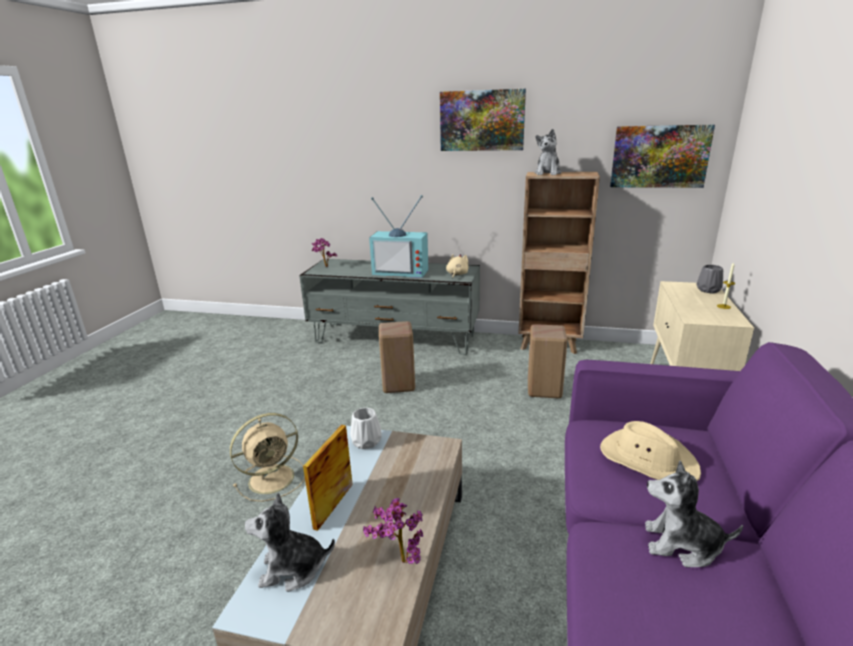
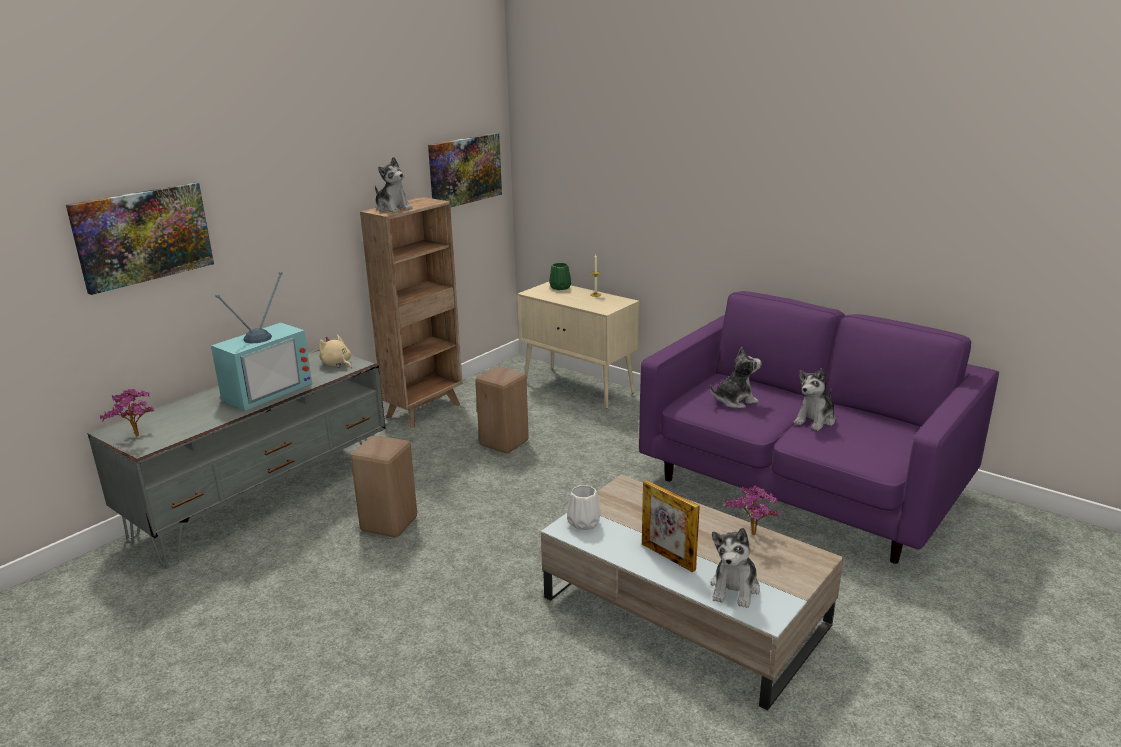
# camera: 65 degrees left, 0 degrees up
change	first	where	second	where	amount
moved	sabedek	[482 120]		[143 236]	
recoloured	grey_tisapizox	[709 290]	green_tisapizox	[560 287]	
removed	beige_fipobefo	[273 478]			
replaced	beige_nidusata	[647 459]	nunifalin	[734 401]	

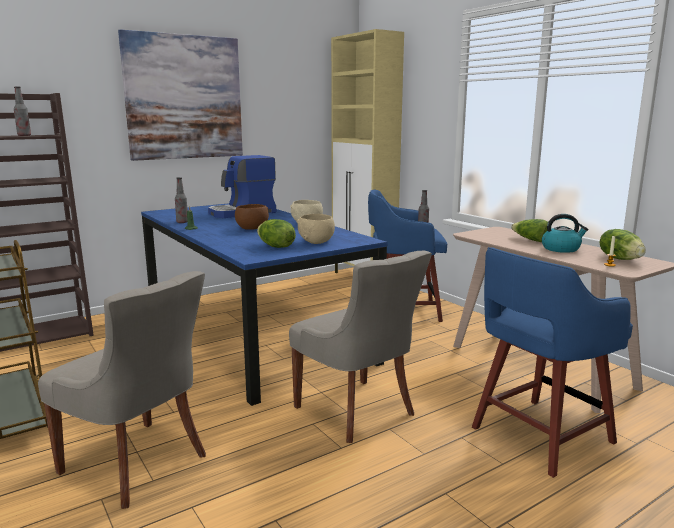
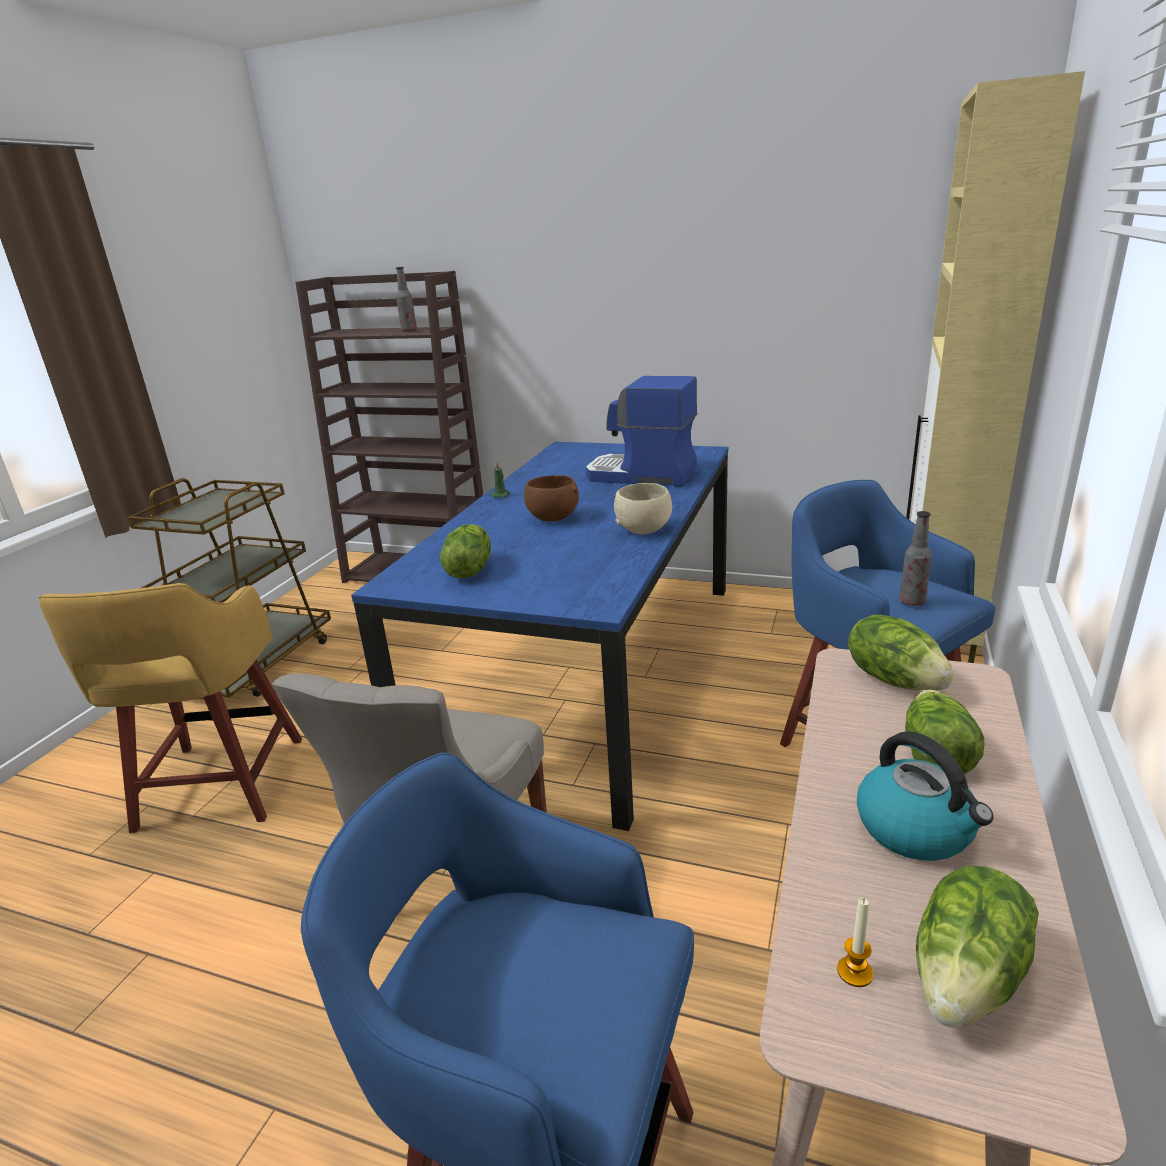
# camera: 55 degrees right, 10 degrees up
change	first	where	second	where	amount
removed	sabedek	[184 97]			
removed	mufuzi	[182 222]			
removed	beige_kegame	[317 242]			
replaced	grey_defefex	[138 464]	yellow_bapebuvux	[218 787]	
added			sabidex	[895 679]	

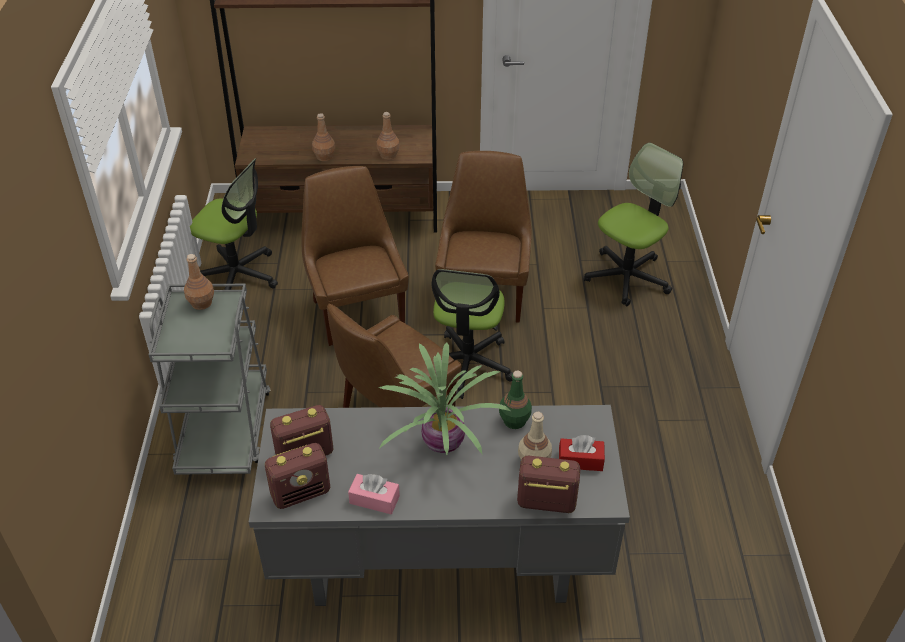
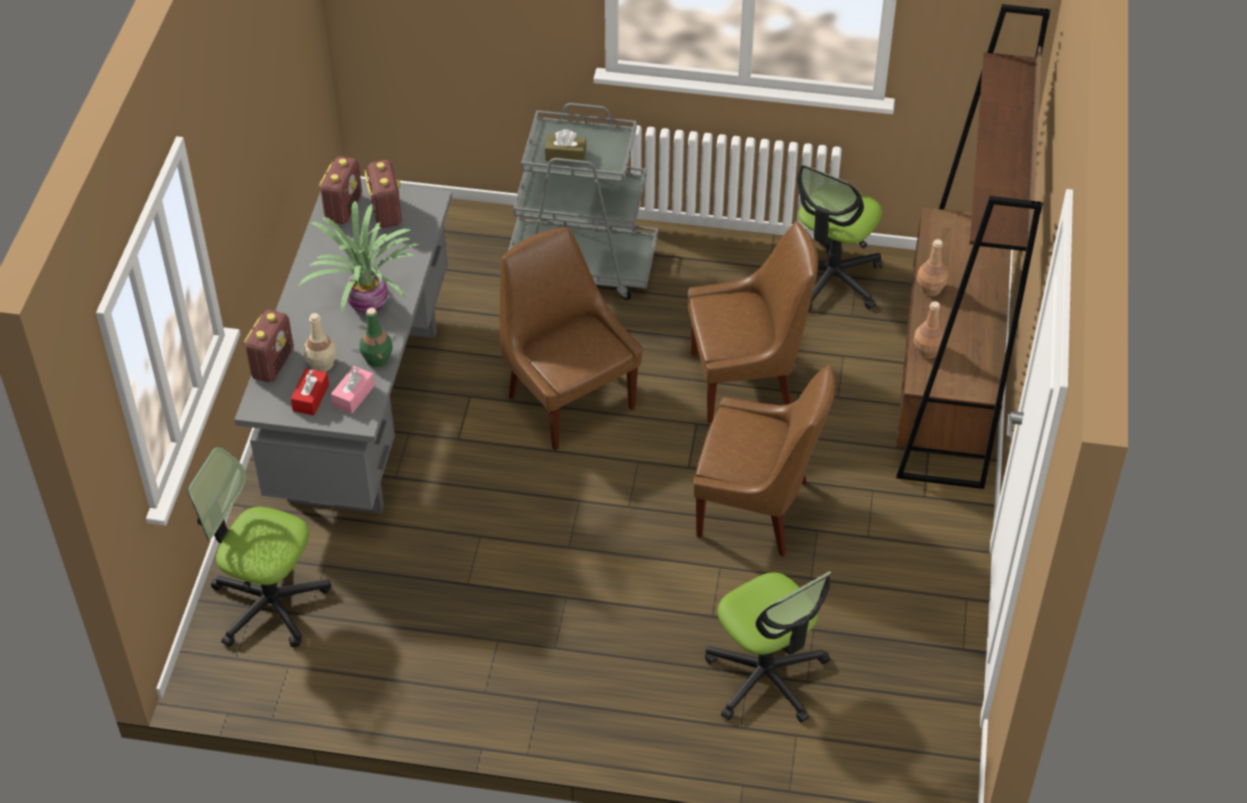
# camera: 100 degrees right, 5 degrees up
change	first	where	second	where	amount
removed	brown_mufuzi	[201 303]			
moved	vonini	[467 364]		[269 603]	
turned	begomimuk	[301 493]		[344 208]	150 degrees counterclockwise
moved	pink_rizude	[374 500]		[353 396]	
added			brown_rizude	[565 155]	

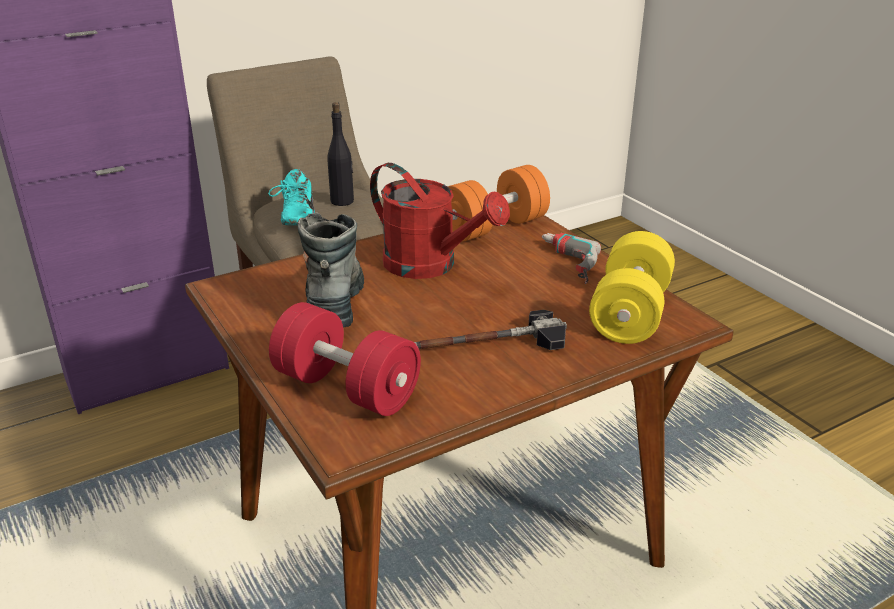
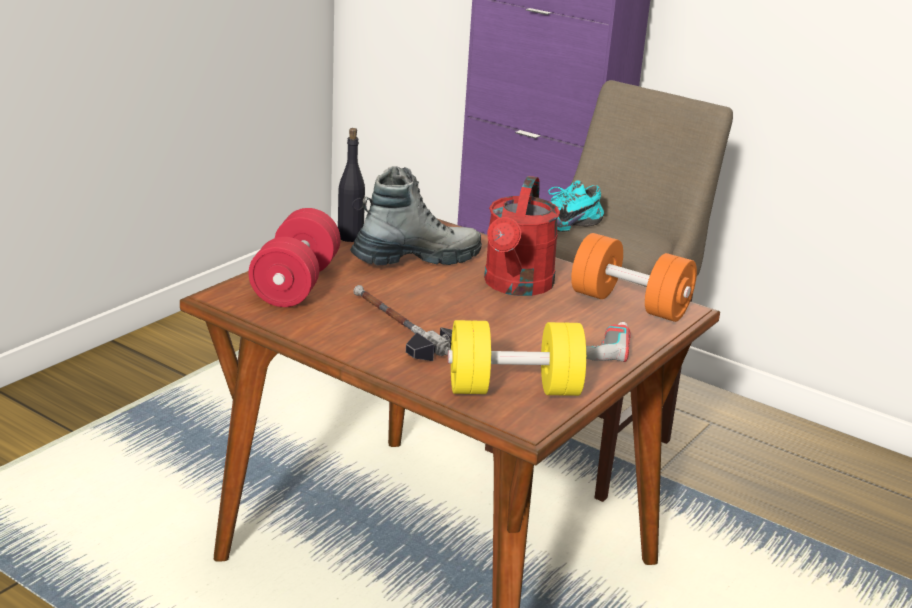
# camera: 65 degrees right, 5 degrees down
change	first	where	second	where	amount
moved	black_mufuzi	[342 201]		[350 237]	

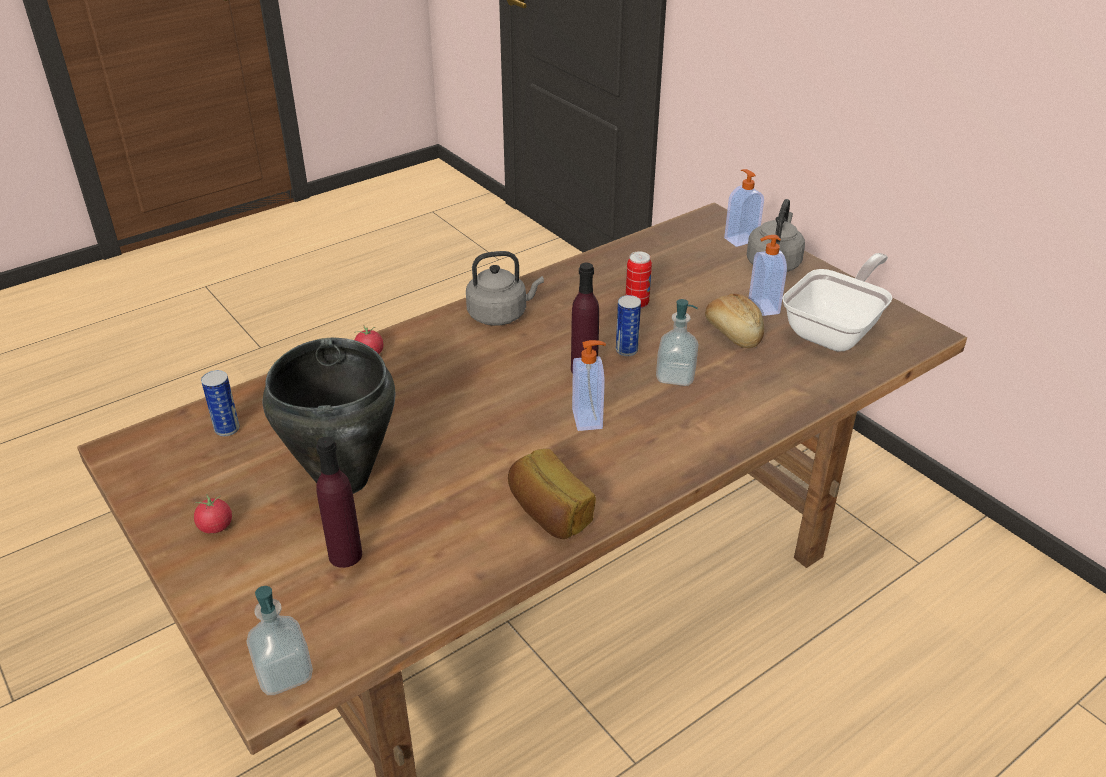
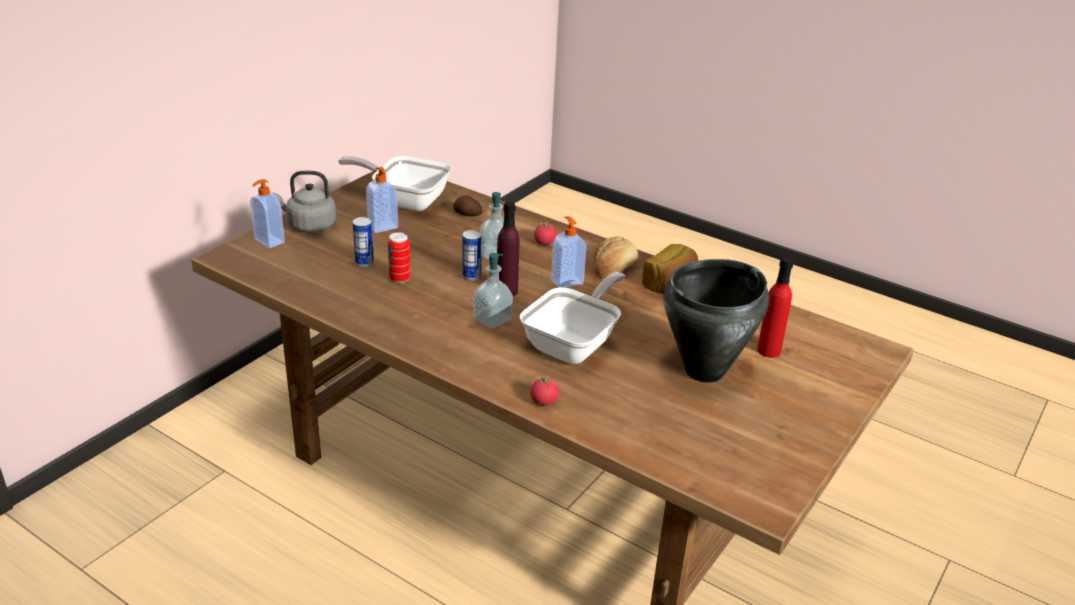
# camera: 110 degrees left, 5 degrees down
change	first	where	second	where	amount
removed	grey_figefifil	[500 315]			
moved	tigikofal	[733 332]		[613 268]	
moved	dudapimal	[227 429]		[364 263]	
recoloured	purple_mufuzi	[345 555]	red_mufuzi	[768 350]	
moved	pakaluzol	[216 526]		[544 243]	
moved	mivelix	[284 673]		[492 319]	
added			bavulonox	[467 214]	
added			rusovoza	[575 344]	

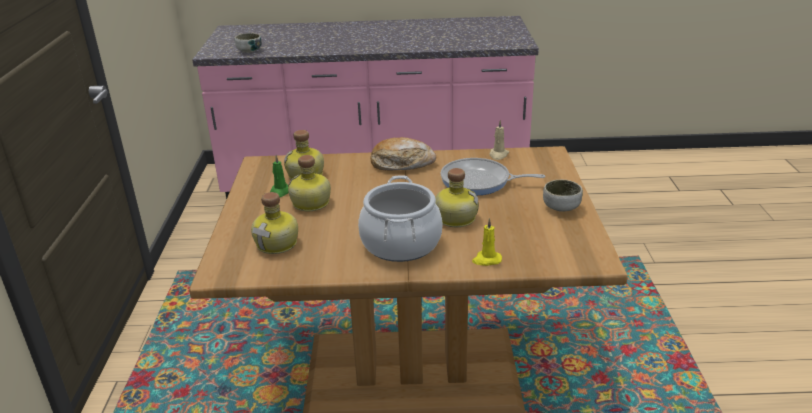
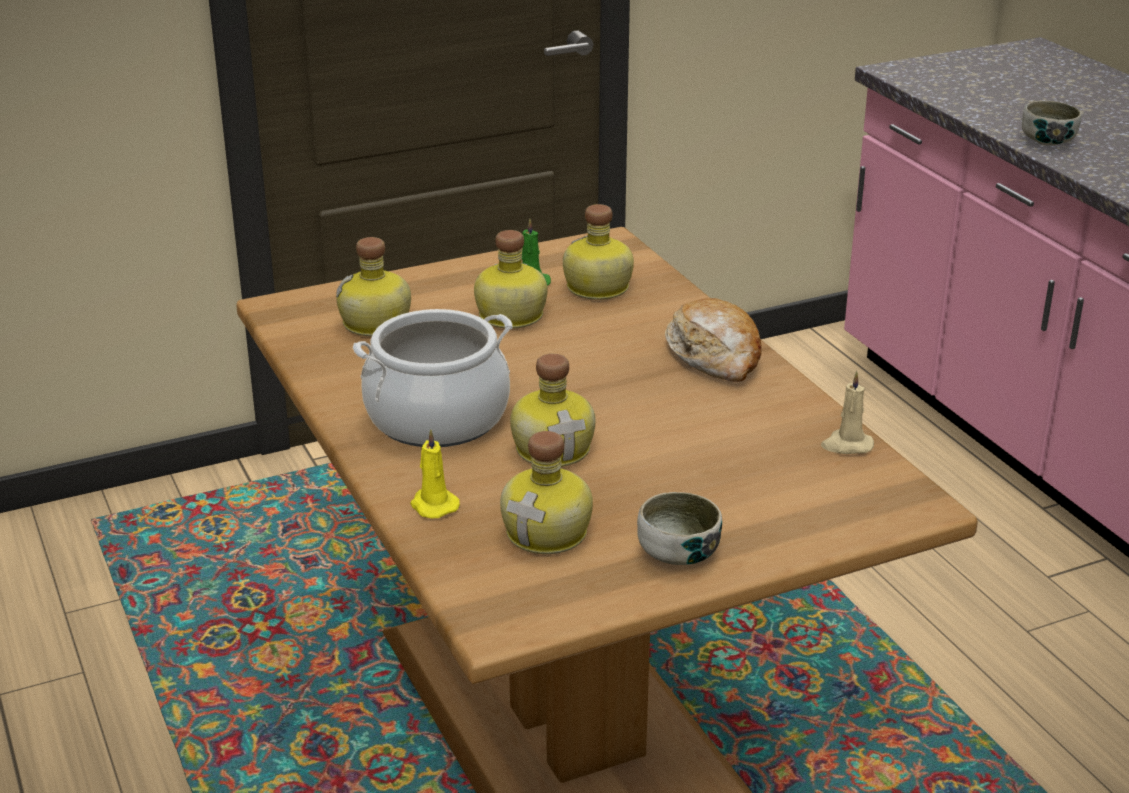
# camera: 65 degrees right, 0 degrees up
change	first	where	second	where	amount
moved	kegame	[249 51]		[1047 141]	
removed	rusovoza	[479 182]			
added			mufuzi	[549 533]	

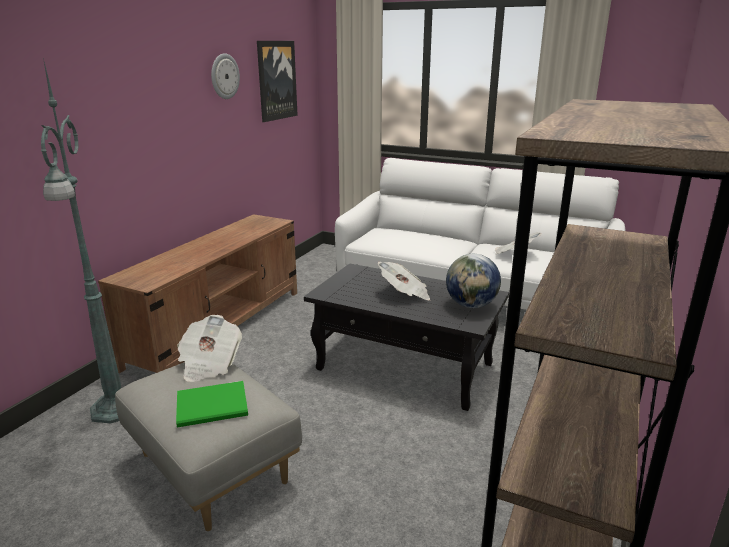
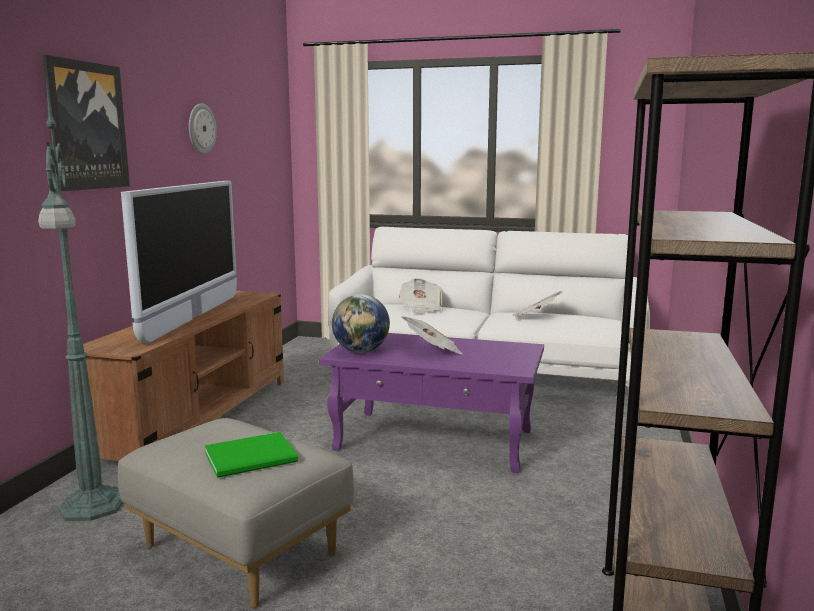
# camera: 10 degrees left, 10 degrees down
change	first	where	second	where	amount
moved	sabedek	[276 80]		[86 126]	
moved	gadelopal	[471 305]		[361 351]	
recoloured	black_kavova	[406 366]	purple_kavova	[436 440]	
moved	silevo	[209 364]		[421 309]	
added			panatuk	[193 317]	

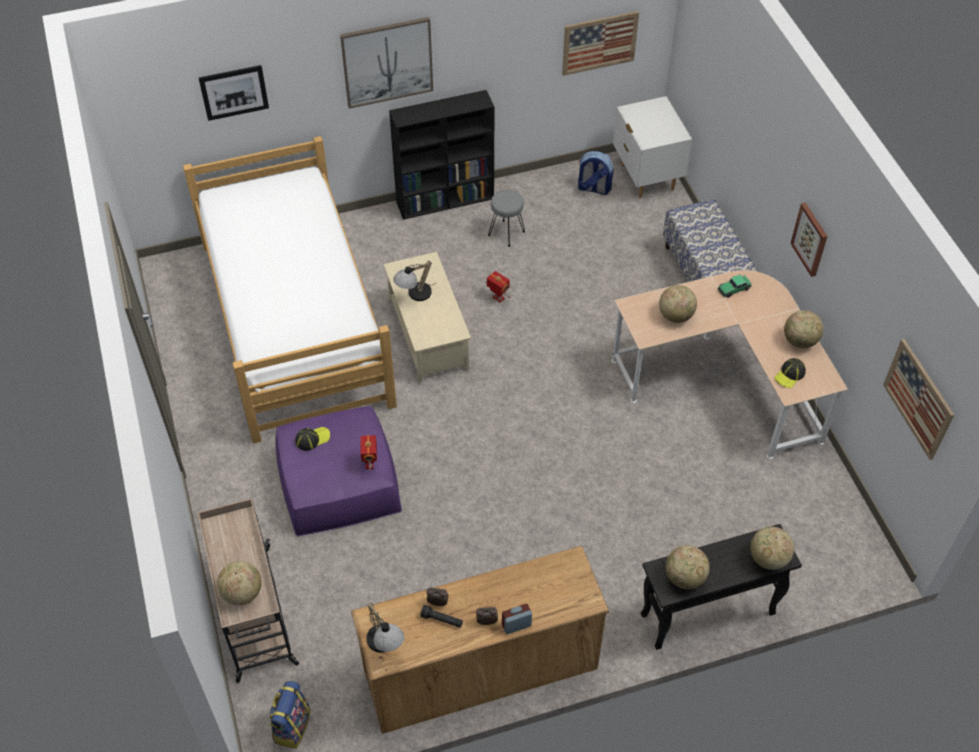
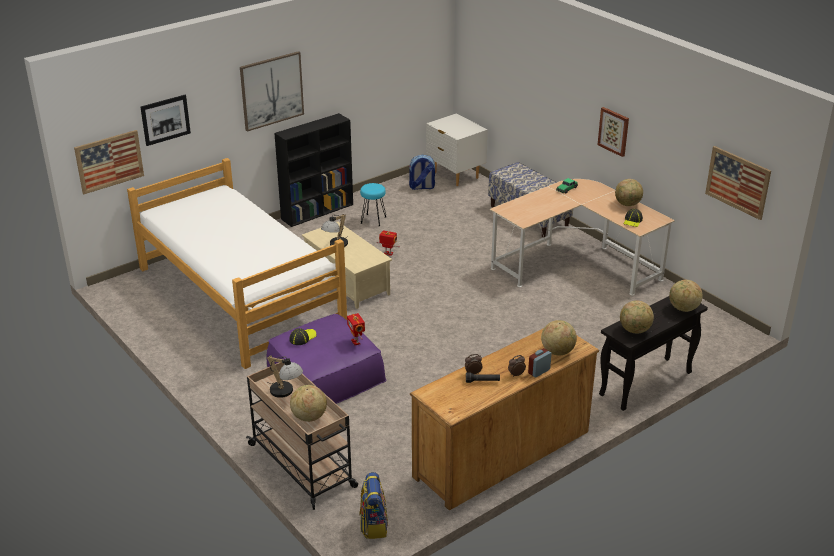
# camera: 20 degrees left, 20 degrees down
change	first	where	second	where	amount
moved	sabedek	[599 42]		[109 161]	
recoloured	grey_bapebuvux	[506 233]	turquoise_bapebuvux	[373 220]	
moved	gadelopal	[676 315]		[557 351]	
moved	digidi	[385 645]		[286 393]	

